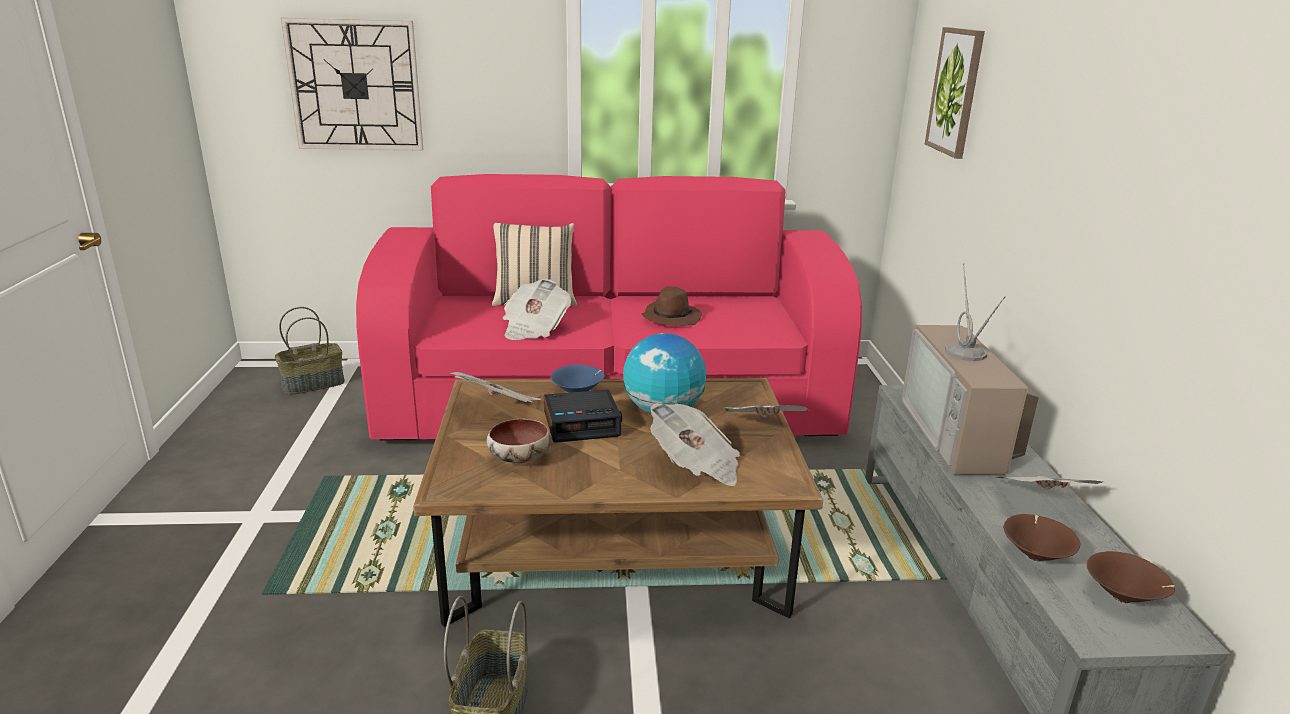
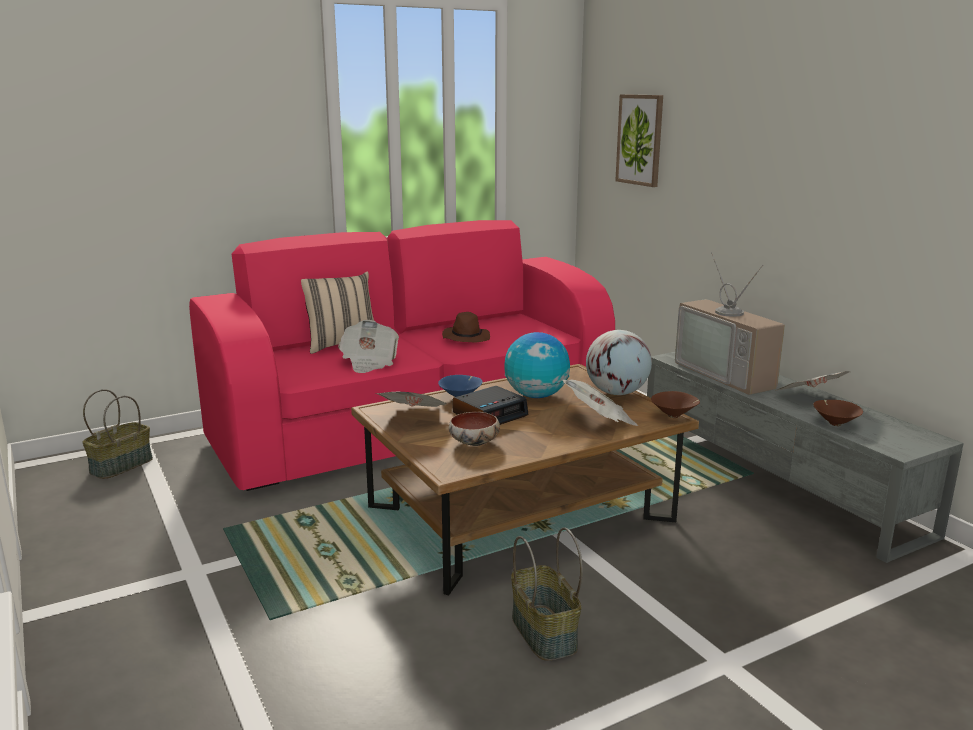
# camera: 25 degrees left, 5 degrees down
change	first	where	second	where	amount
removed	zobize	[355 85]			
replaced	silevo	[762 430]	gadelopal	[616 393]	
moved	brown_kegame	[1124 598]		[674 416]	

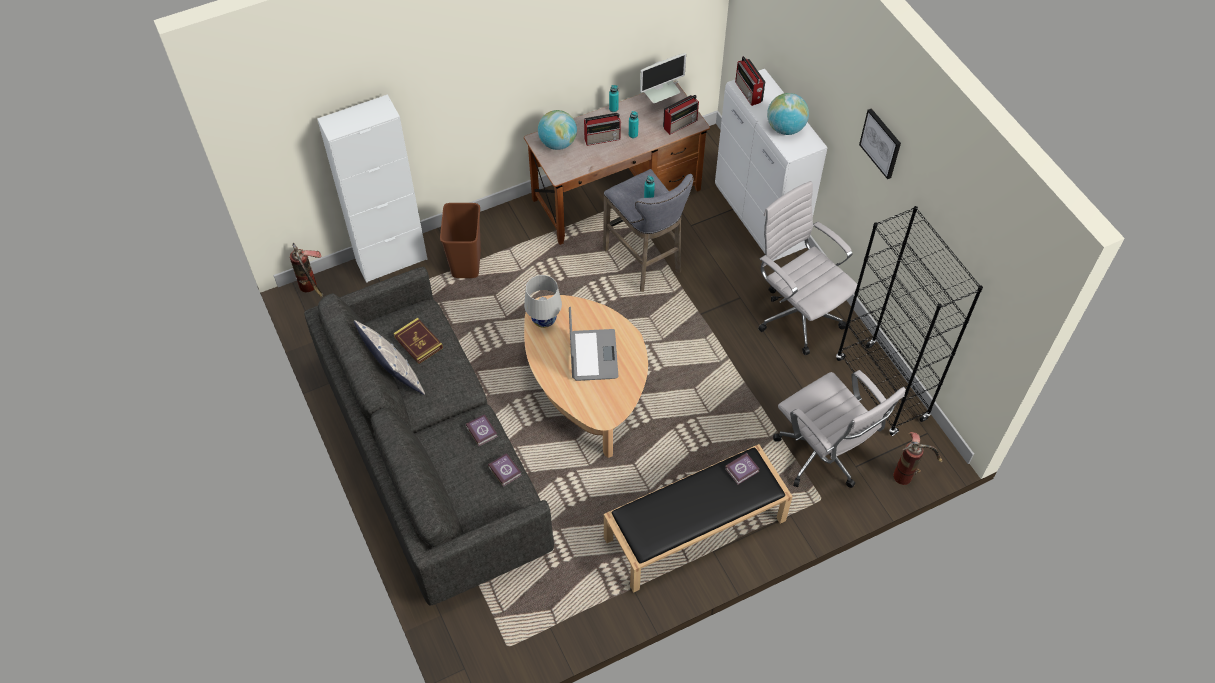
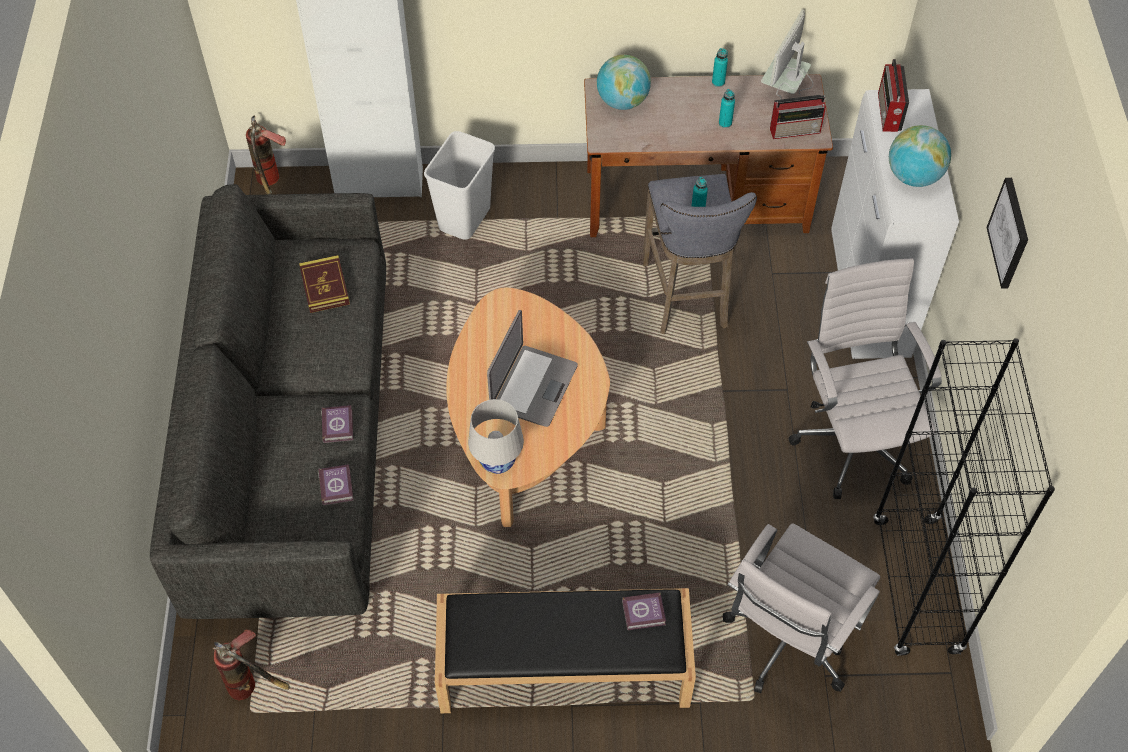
# camera: 25 degrees right, 0 degrees up
change	first	where	second	where	amount
turned	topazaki	[659 101]		[784 92]	120 degrees clockwise
removed	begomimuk	[603 138]			
recoloured	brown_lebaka	[467 264]	white_lebaka	[465 219]	
moved	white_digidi	[544 319]		[497 461]	
removed	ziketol	[395 376]			
turned	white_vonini	[823 456]		[787 643]	45 degrees clockwise
moved	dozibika	[909 473]		[253 686]	

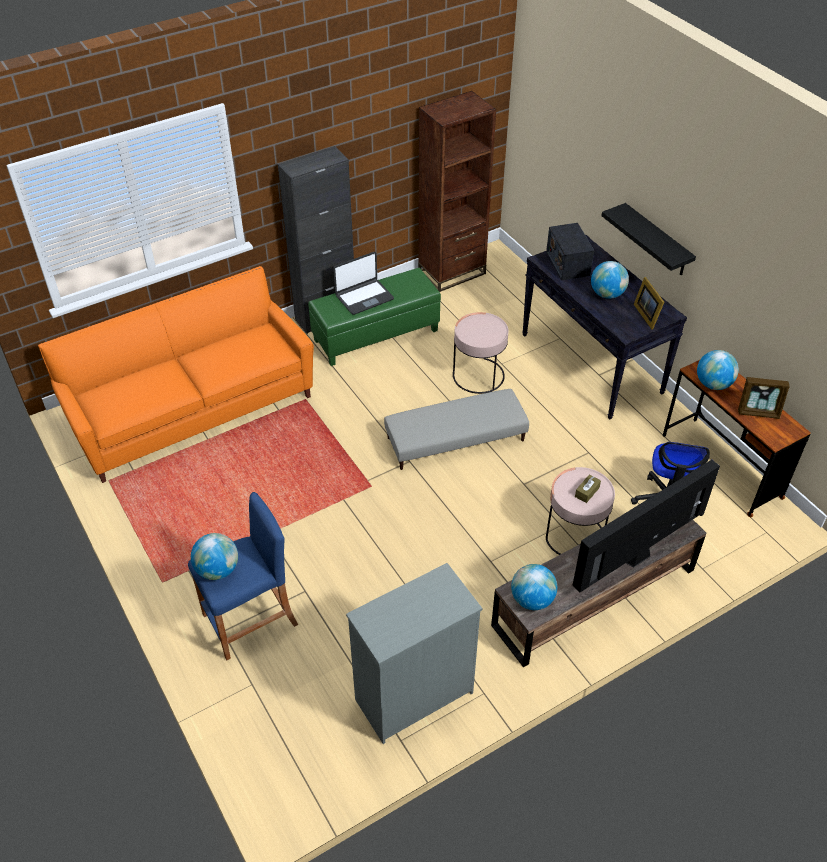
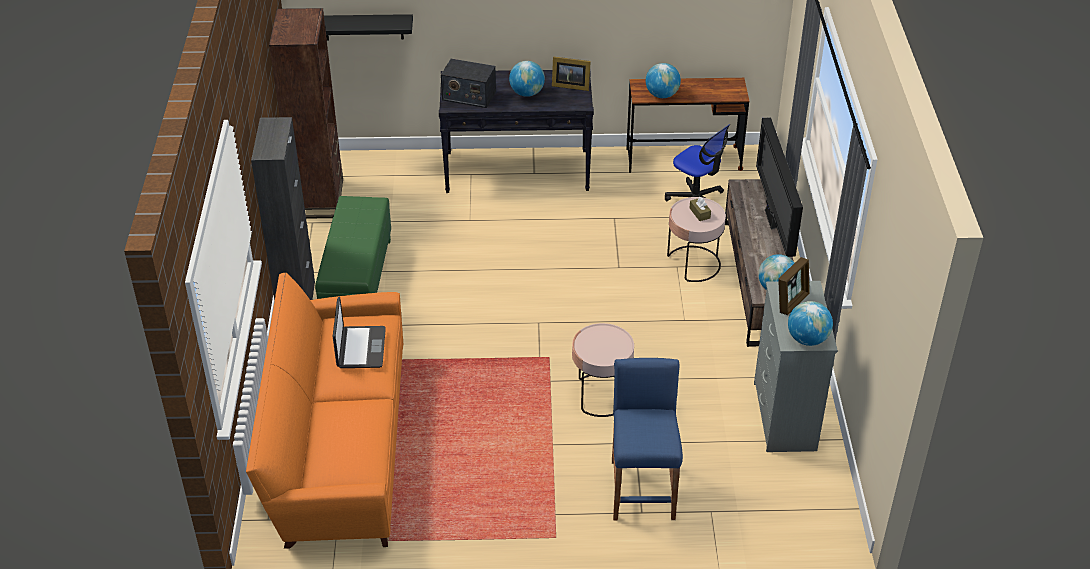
# camera: 60 degrees left, 5 degrees down
change	first	where	second	where	amount
moved	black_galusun	[657 241]		[364 27]	
moved	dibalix	[364 297]		[360 348]	
moved	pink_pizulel	[478 376]		[601 395]	
moved	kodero	[758 412]		[791 302]	
removed	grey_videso	[455 439]			
moved	gadelopal	[217 570]		[807 339]	

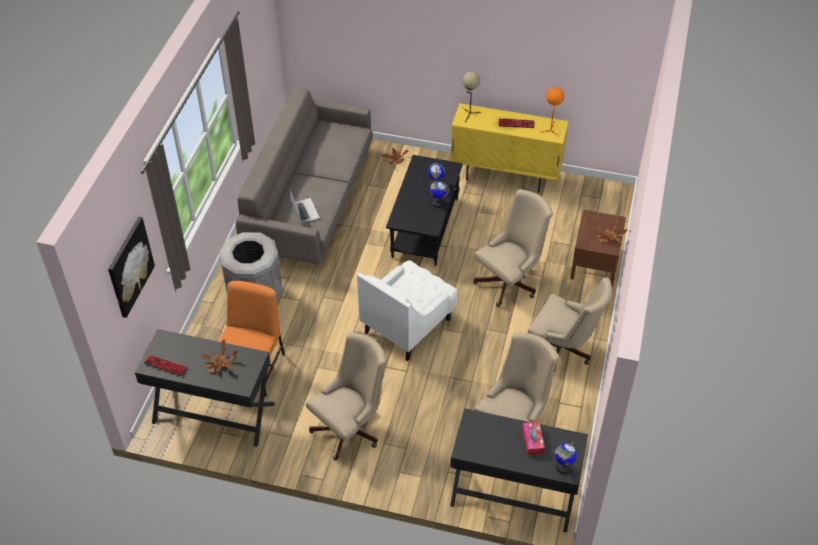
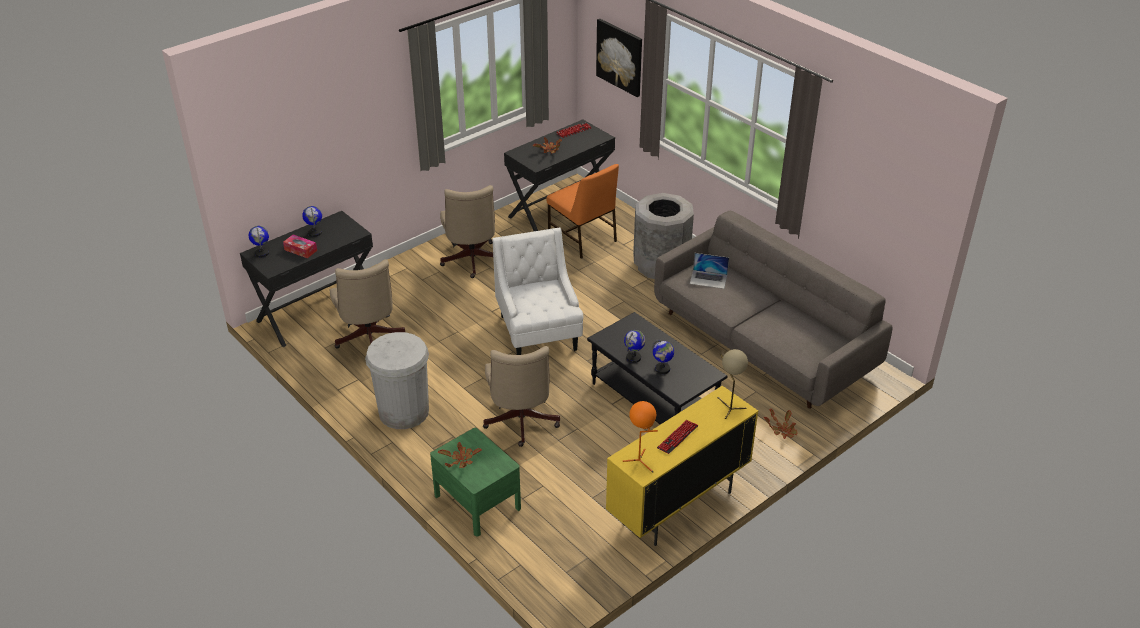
# camera: 125 degrees right, 10 degrees down
change	first	where	second	where	amount
recoloured	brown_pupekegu	[594 263]	green_pupekegu	[477 502]	
replaced	beige_vonini	[562 351]	white_lebaka	[403 412]	
added			gadelopal	[314 233]	

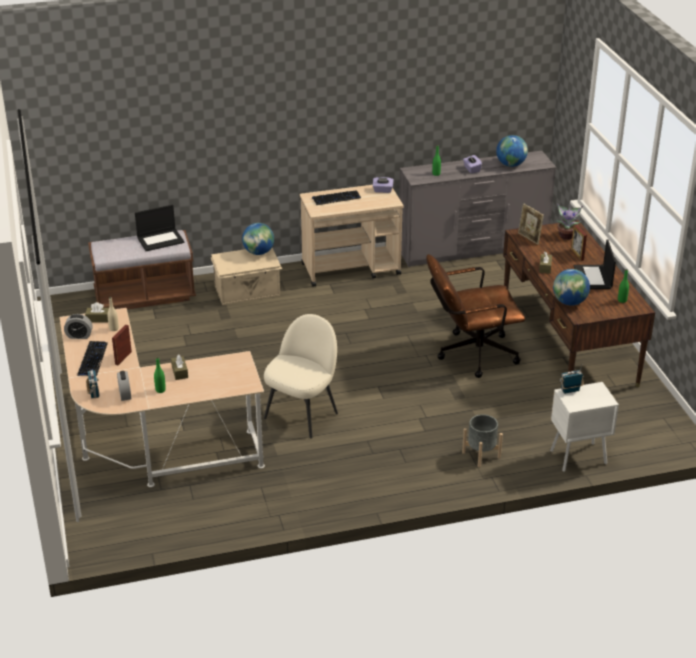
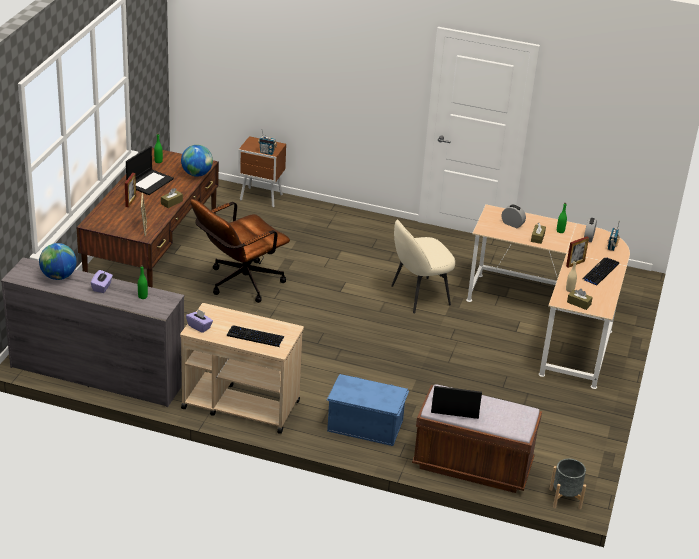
# camera: 150 degrees left, 0 degrees up
change	first	where	second	where	amount
removed	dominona	[566 235]			
removed	gadelopal	[258 252]			
recoloured	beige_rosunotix	[247 291]	blue_rosunotix	[365 425]	
turned	brown_vonini	[470 354]		[239 284]	120 degrees clockwise
moved	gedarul	[79 336]		[512 224]	
recoloured	white_pupekegu	[576 457]	brown_pupekegu	[262 198]	
moved	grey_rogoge	[481 454]		[565 499]	

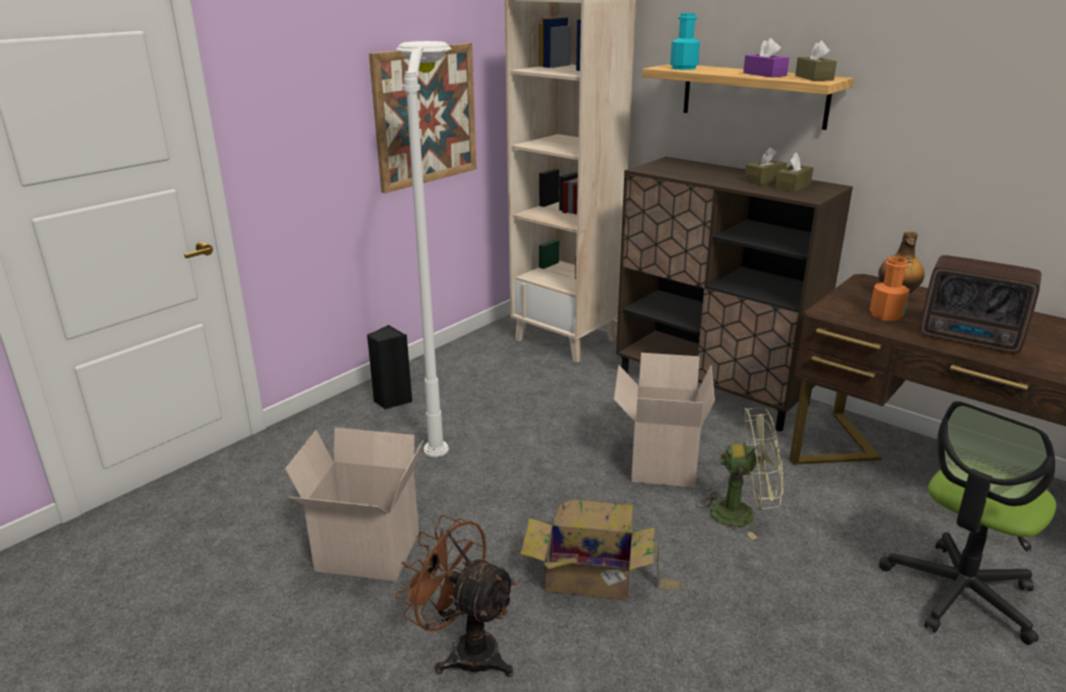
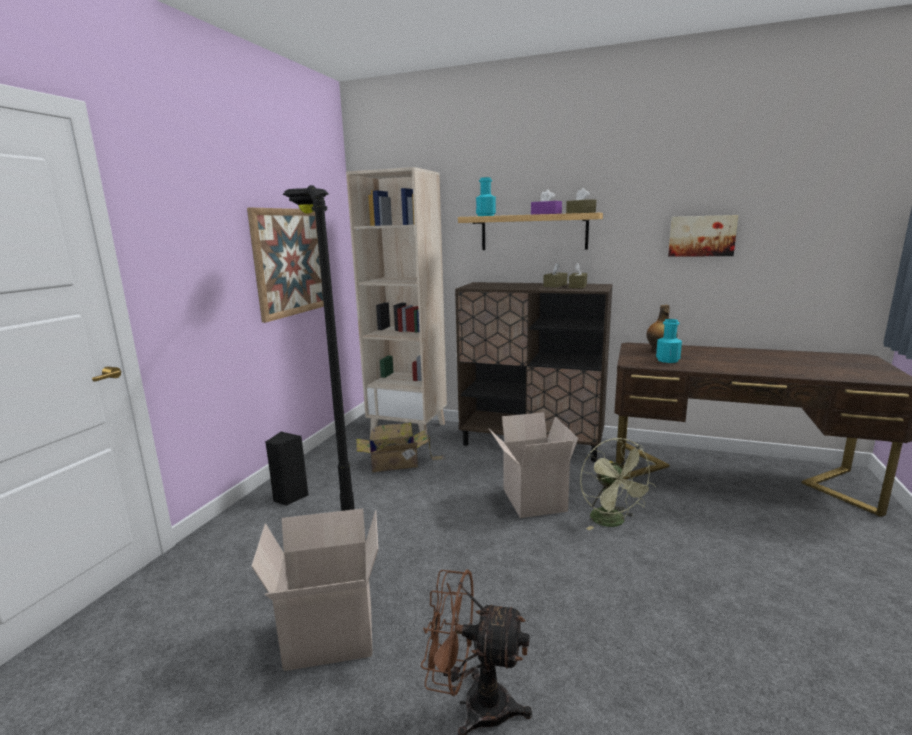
# camera: 20 degrees left, 10 degrees down
change	first	where	second	where	amount
recoloured	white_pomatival	[443 411]	black_pomatival	[339 497]	
removed	begomimuk	[971 339]			
recoloured	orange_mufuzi	[886 315]	turquoise_mufuzi	[667 360]	
removed	vonini	[959 593]			
turned	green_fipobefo	[742 513]		[613 522]	90 degrees clockwise
moved	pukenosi	[592 577]		[396 463]	
added			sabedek	[701 236]	

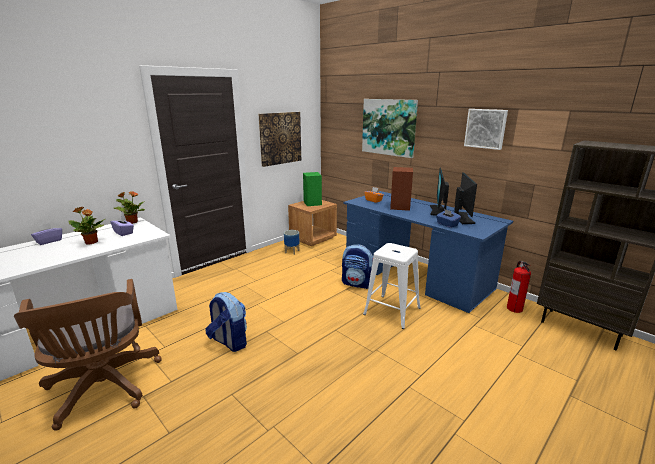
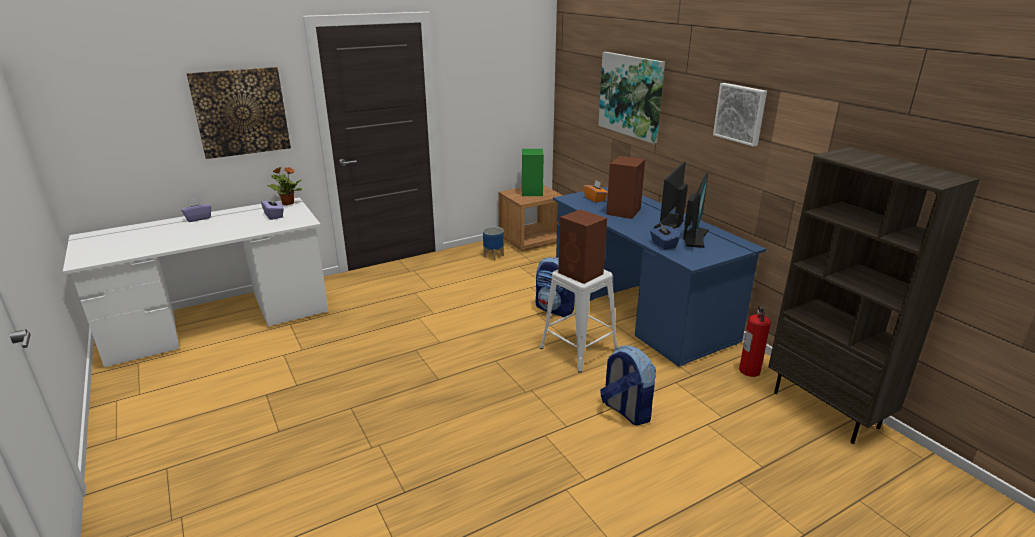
# camera: 15 degrees right, 5 degrees up
change	first	where	second	where	amount
moved	sabedek	[280 138]		[241 112]	
removed	dominona	[91 242]			
removed	brown_vonini	[104 389]			
moved	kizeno	[229 342]		[625 411]	
added			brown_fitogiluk	[581 273]	

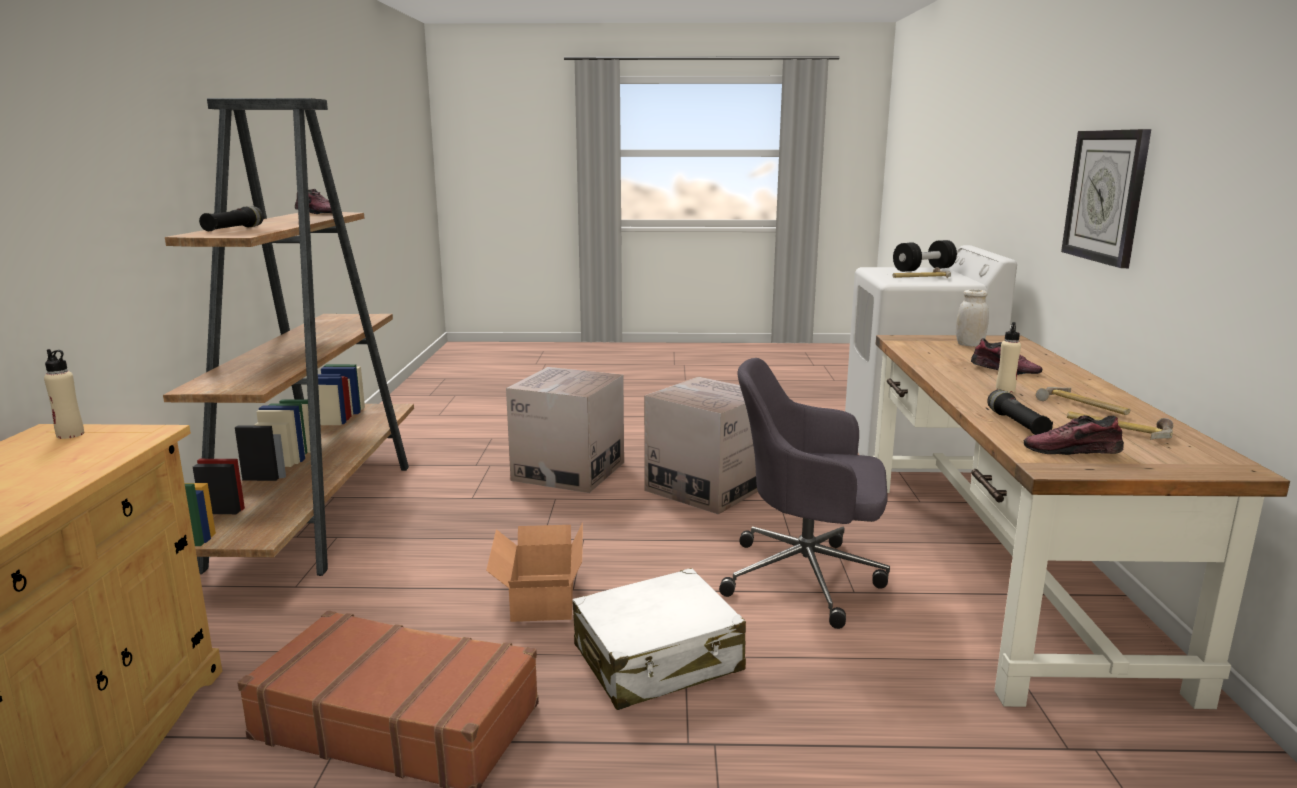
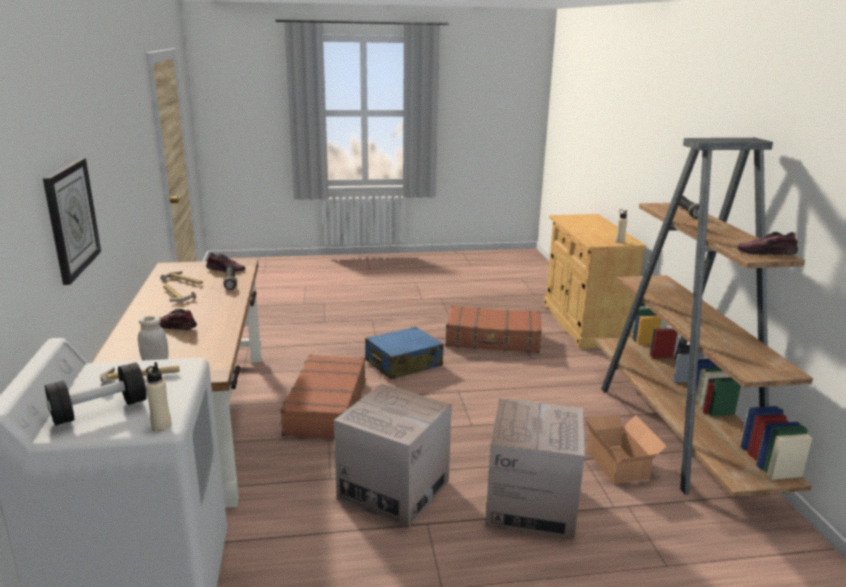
# camera: 170 degrees right, 5 degrees up
change	first	where	second	where	amount
moved	beige_mufuzi	[1005 389]		[161 426]	
replaced	grey_vonini	[807 578]	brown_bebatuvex	[325 407]	
moved	pukenosi	[539 598]		[619 463]	
recoloured	white_bebatuvex	[658 659]	blue_bebatuvex	[403 363]	

